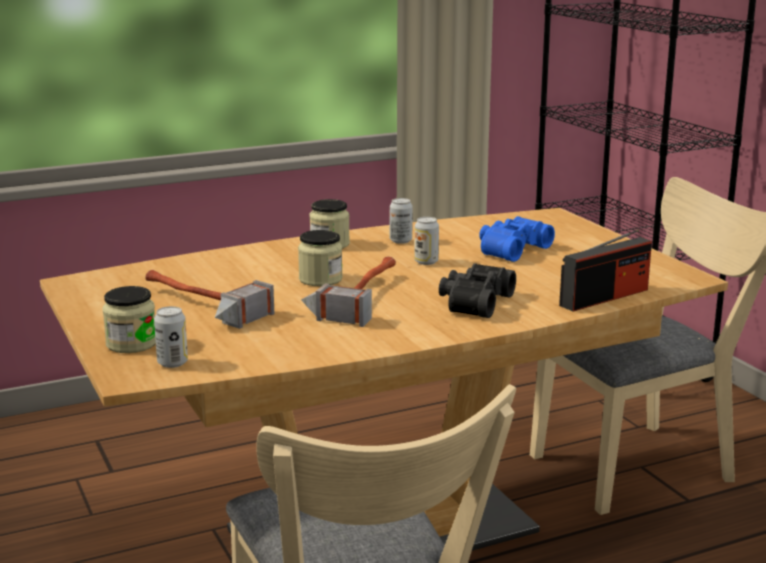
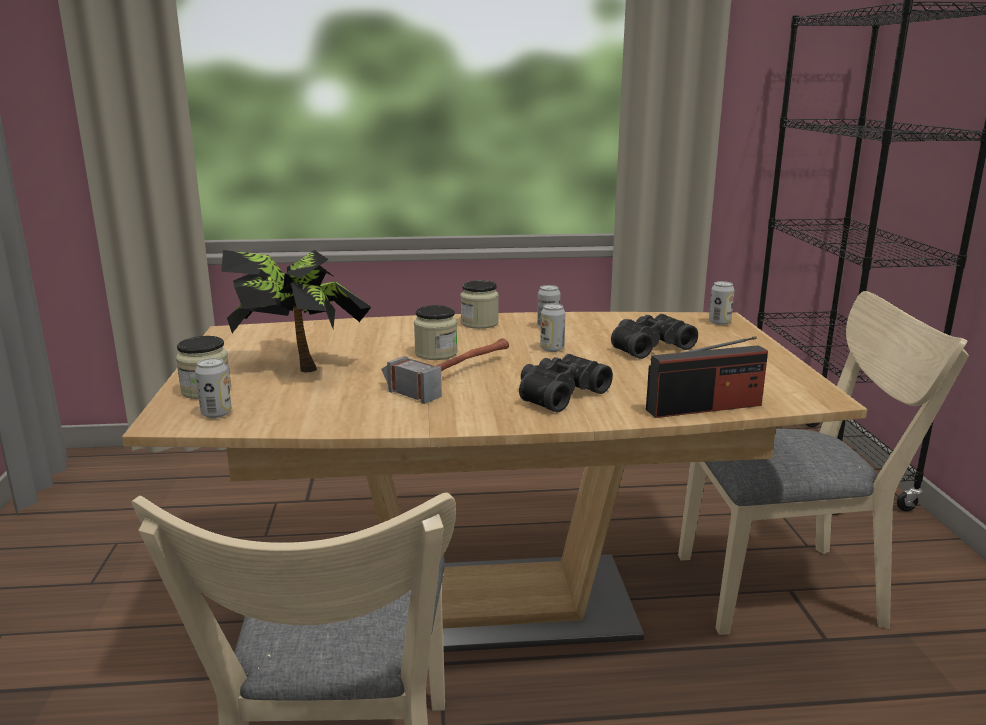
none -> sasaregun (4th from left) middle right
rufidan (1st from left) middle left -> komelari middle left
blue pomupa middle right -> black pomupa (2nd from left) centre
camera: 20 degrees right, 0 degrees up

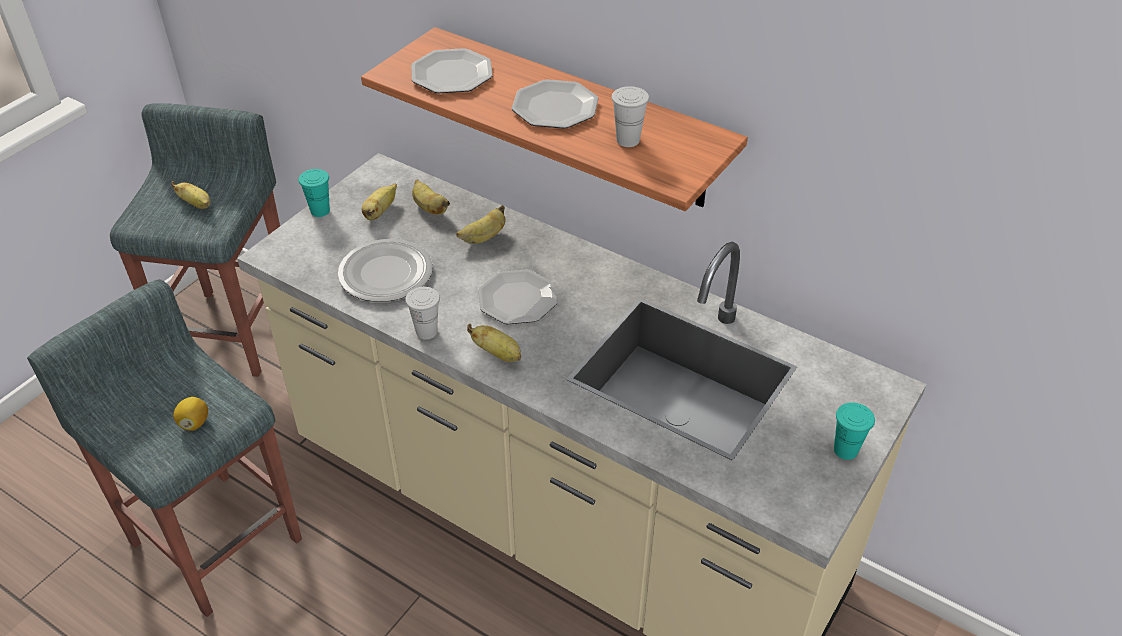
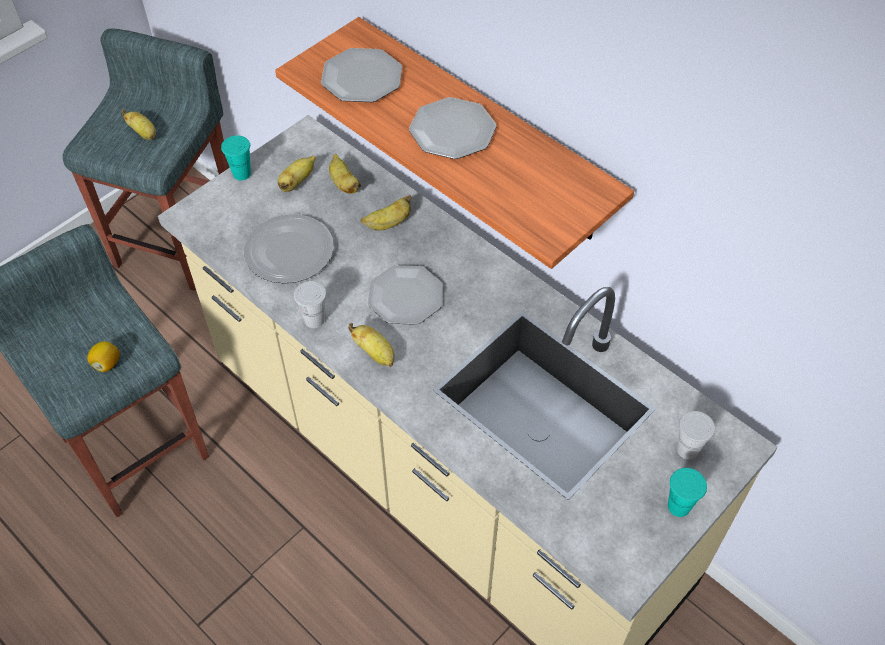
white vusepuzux (2nd from left) top centre -> white vusepuzux (2nd from left) bottom right, move
camera: 10 degrees right, 10 degrees up

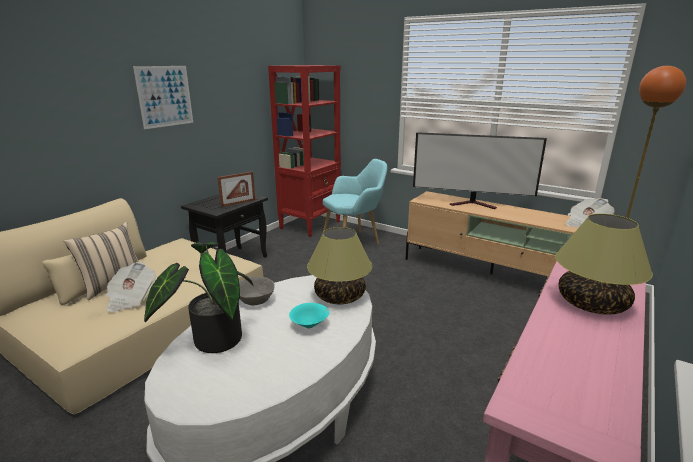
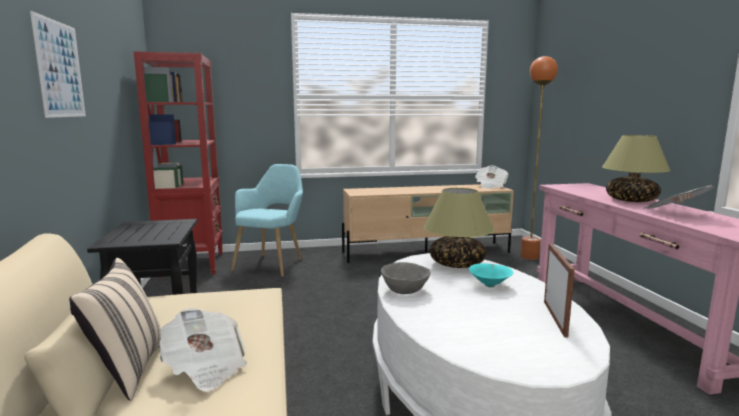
komelari middle left -> none
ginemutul middle right -> none
none -> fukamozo (3rd from left) middle right
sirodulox centre -> sirodulox bottom right, move
camera: 45 degrees left, 10 degrees down

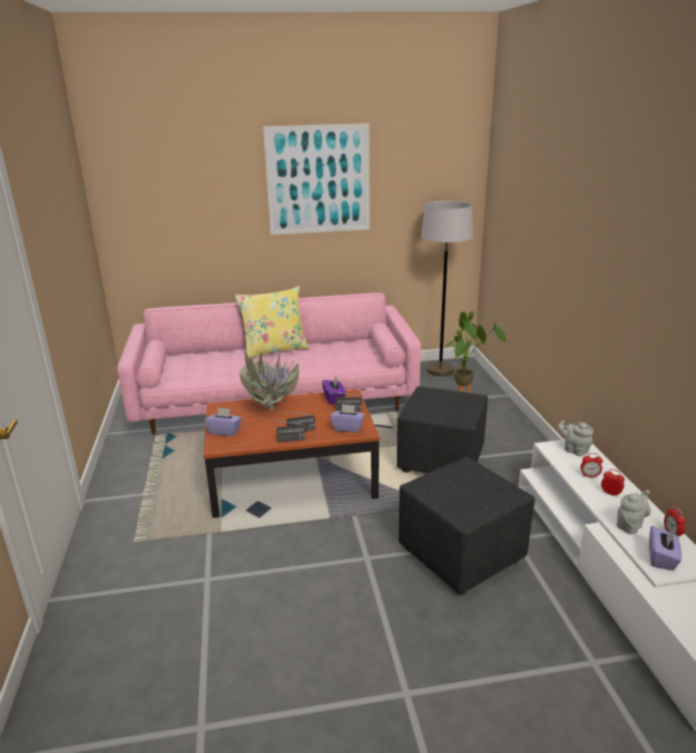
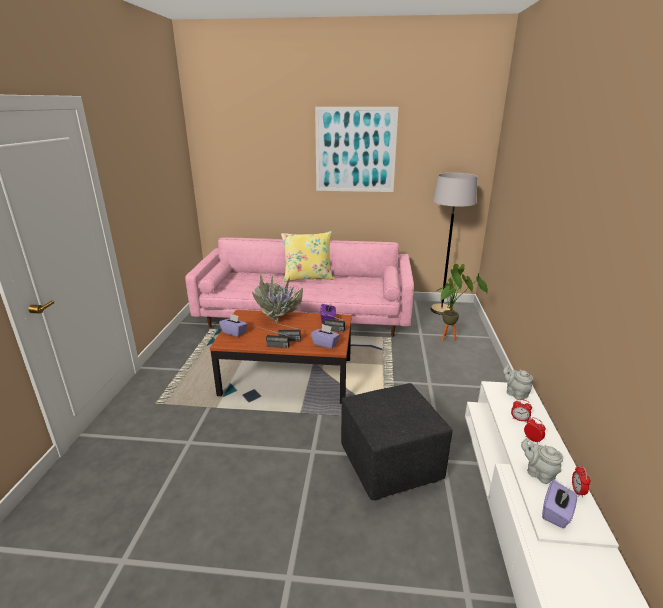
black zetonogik (1st from left) centre -> none
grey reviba (2nd from left) bottom right, 105 degrees counterclockwise
camera: 15 degrees right, 0 degrees up

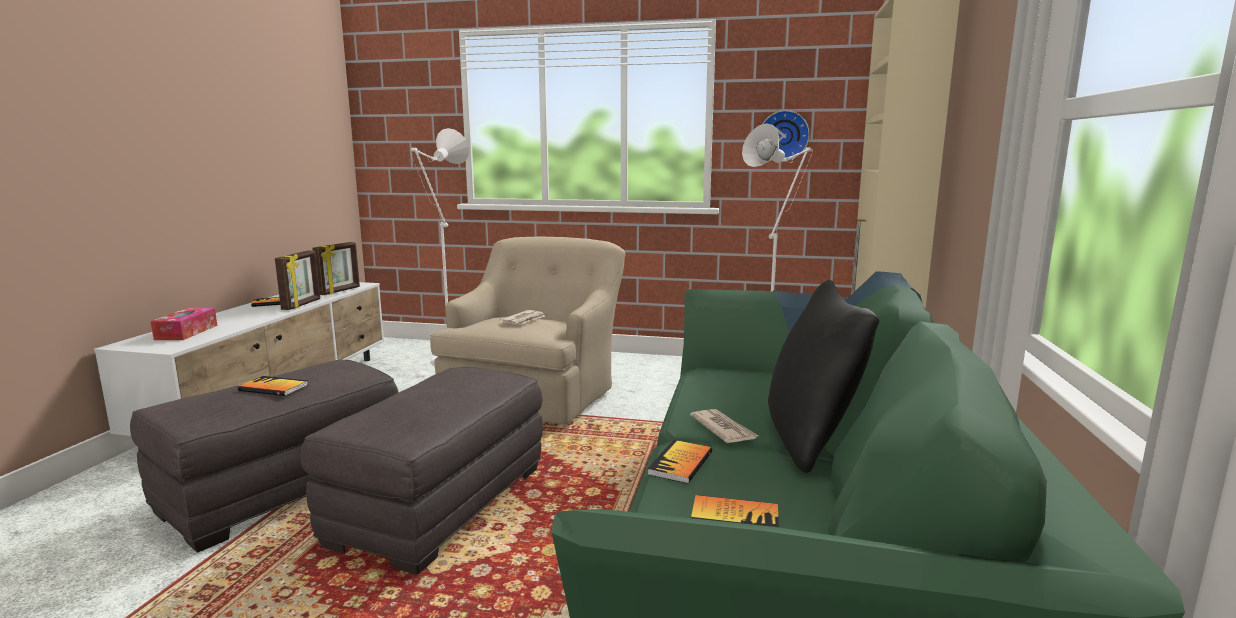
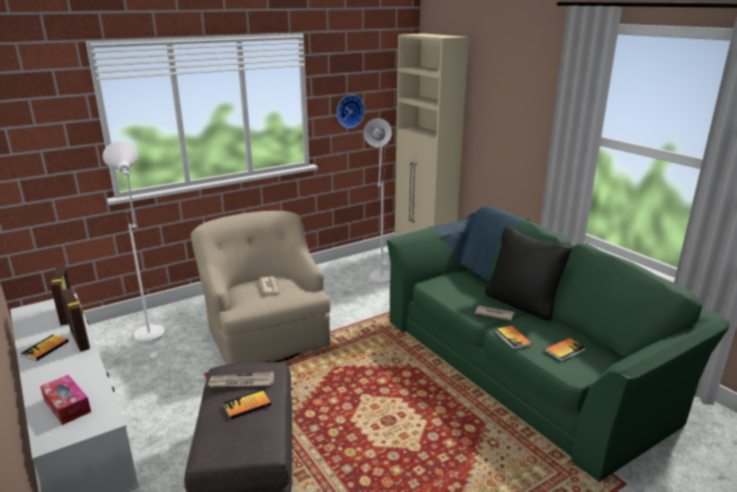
grey zetonogik (2nd from left) bottom centre -> none
none -> fukamozo (1st from left) bottom left
camera: 45 degrees left, 10 degrees up

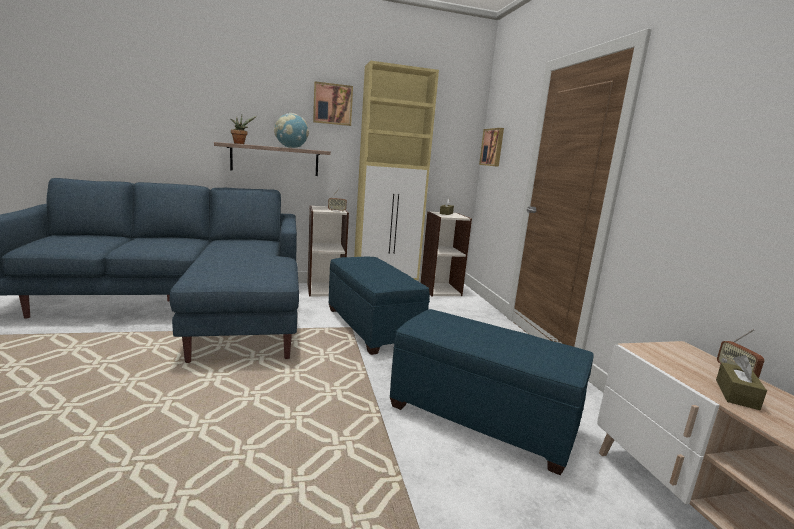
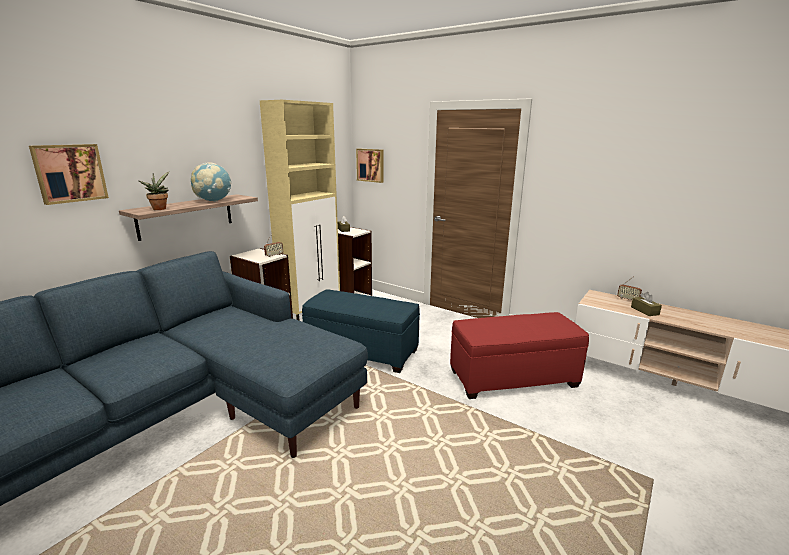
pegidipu (1st from left) top centre -> pegidipu (1st from left) top left, move
blue zetonogik (2nd from left) bottom centre -> red zetonogik centre
camera: 40 degrees left, 5 degrees up

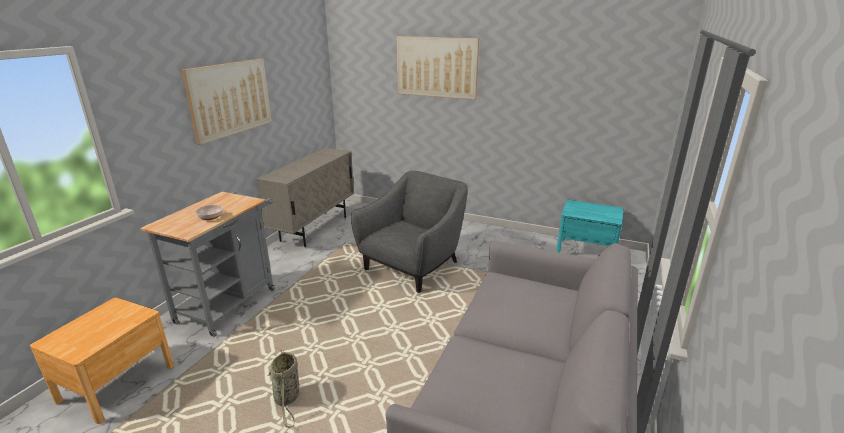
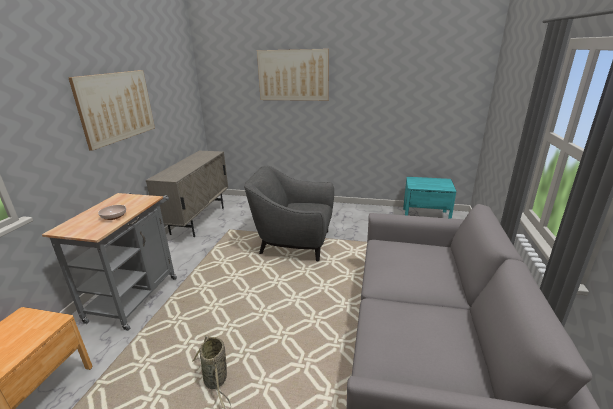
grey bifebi centre, 105 degrees counterclockwise
camera: 10 degrees left, 0 degrees up

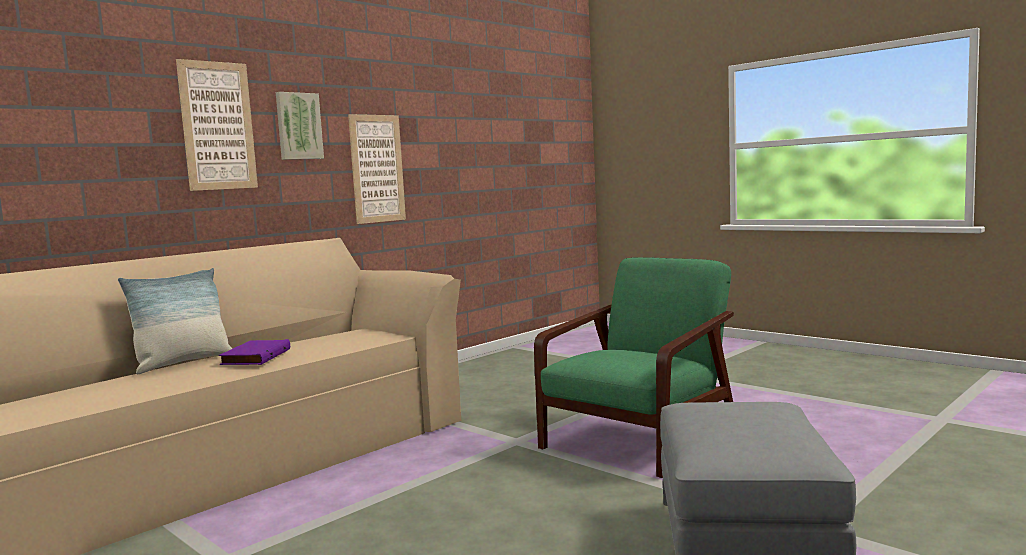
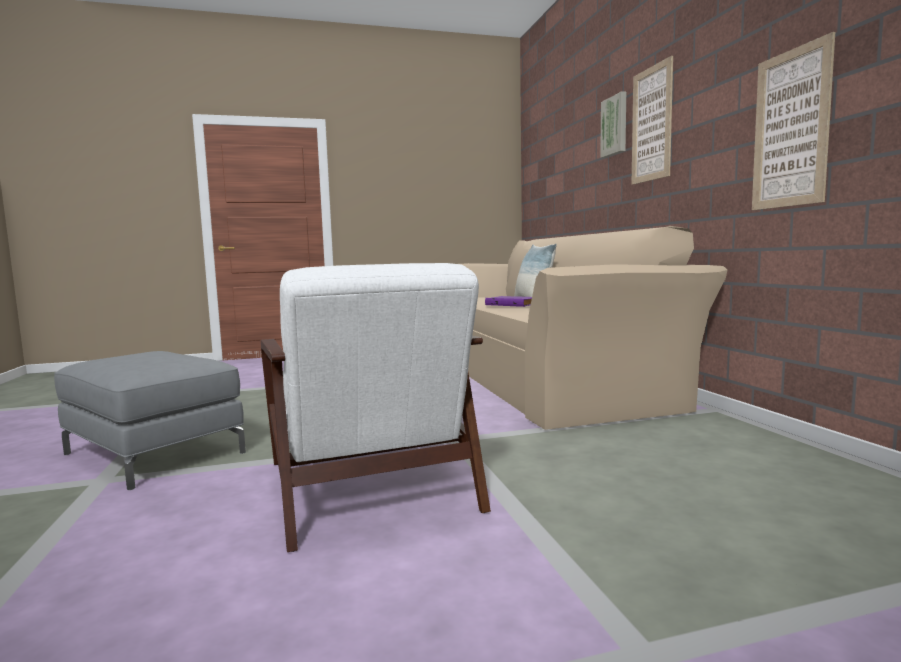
pegidipu (2nd from left in the first image) top left -> pegidipu (1st from left) top right, move
green bifebi centre -> white bifebi centre
camera: 120 degrees right, 0 degrees up

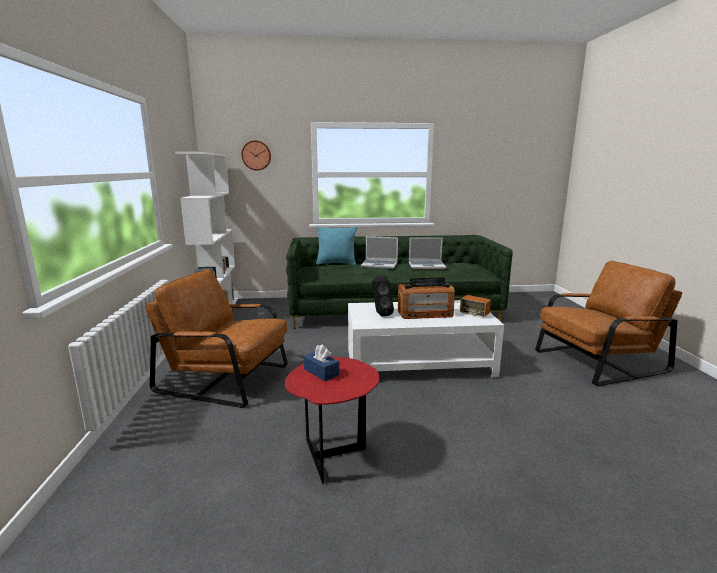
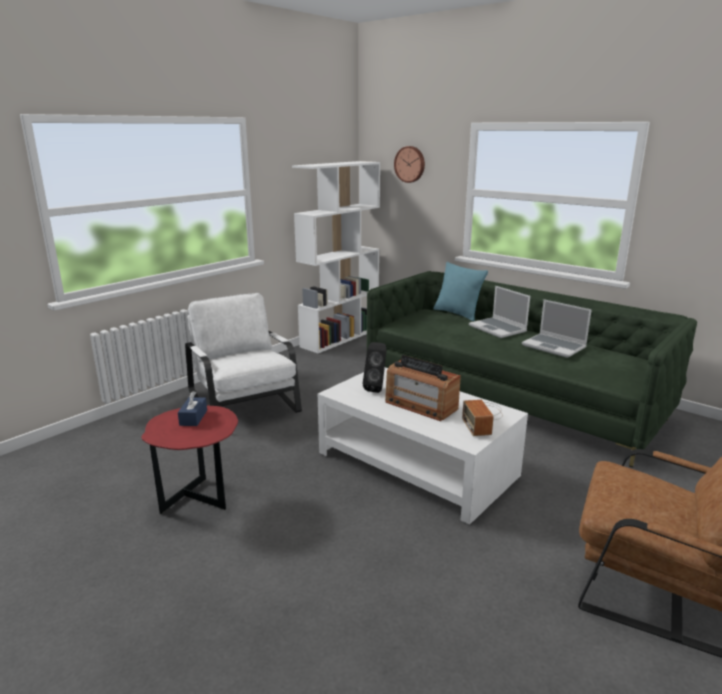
brown bifebi (1st from left) middle left -> white bifebi centre
camera: 45 degrees right, 5 degrees up

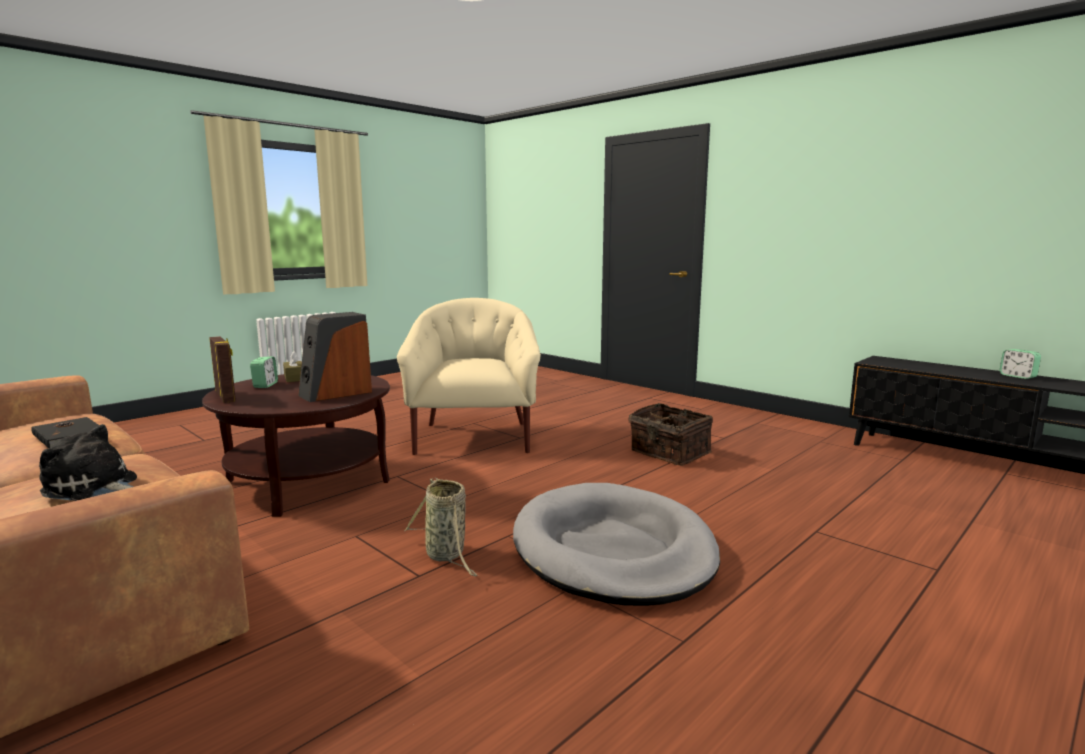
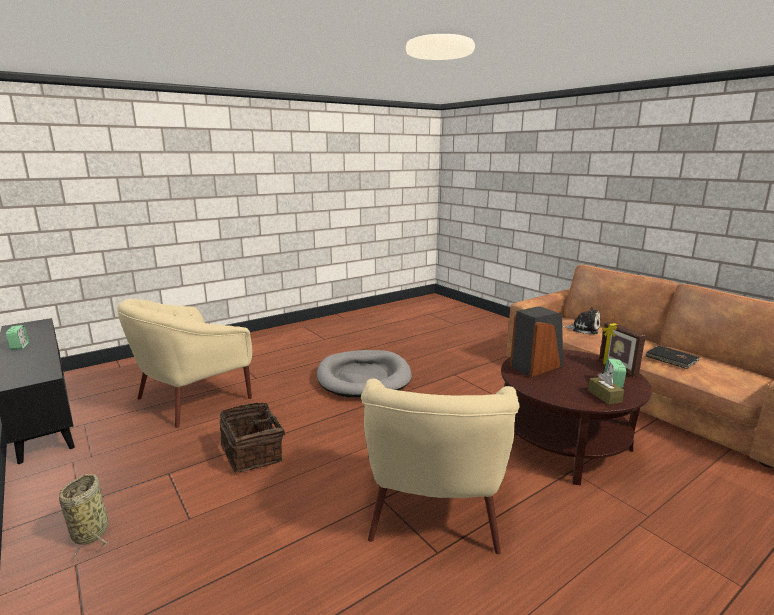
none -> beige bifebi (1st from left) middle left
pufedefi (1st from left) bottom centre -> pufedefi (1st from left) bottom left, move
camera: 170 degrees left, 5 degrees up

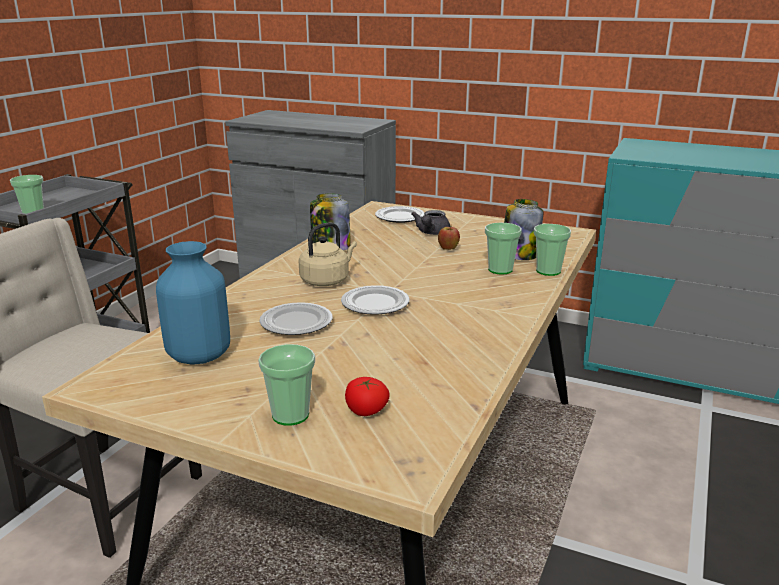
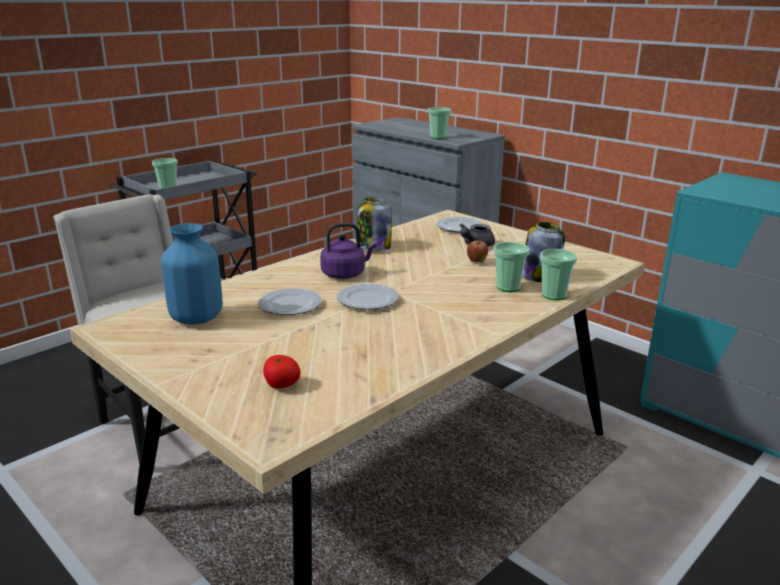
vusepuzux (2nd from left) centre -> vusepuzux (2nd from left) top centre, move
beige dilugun centre -> purple dilugun centre
camera: 20 degrees right, 0 degrees up

